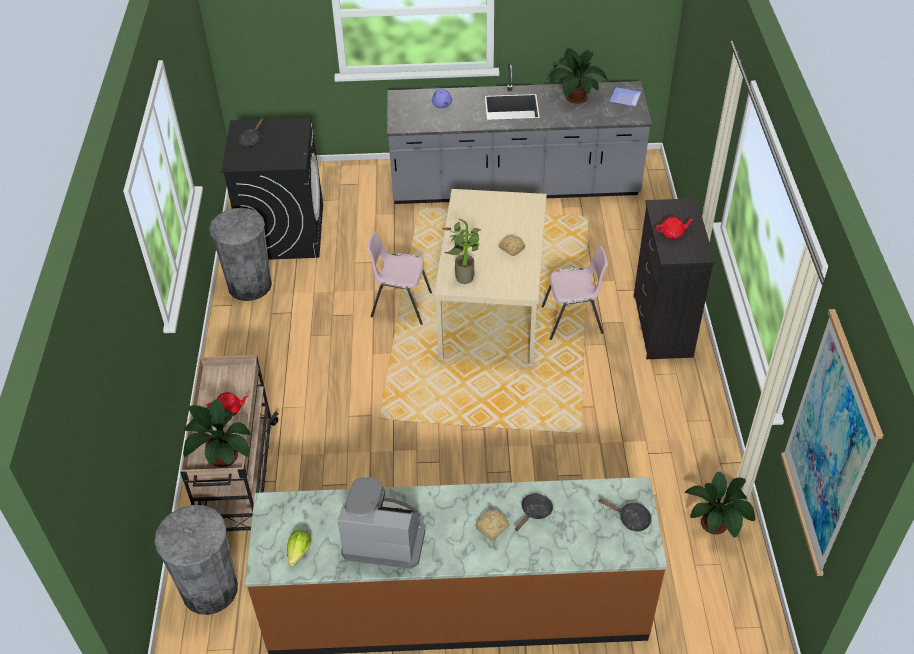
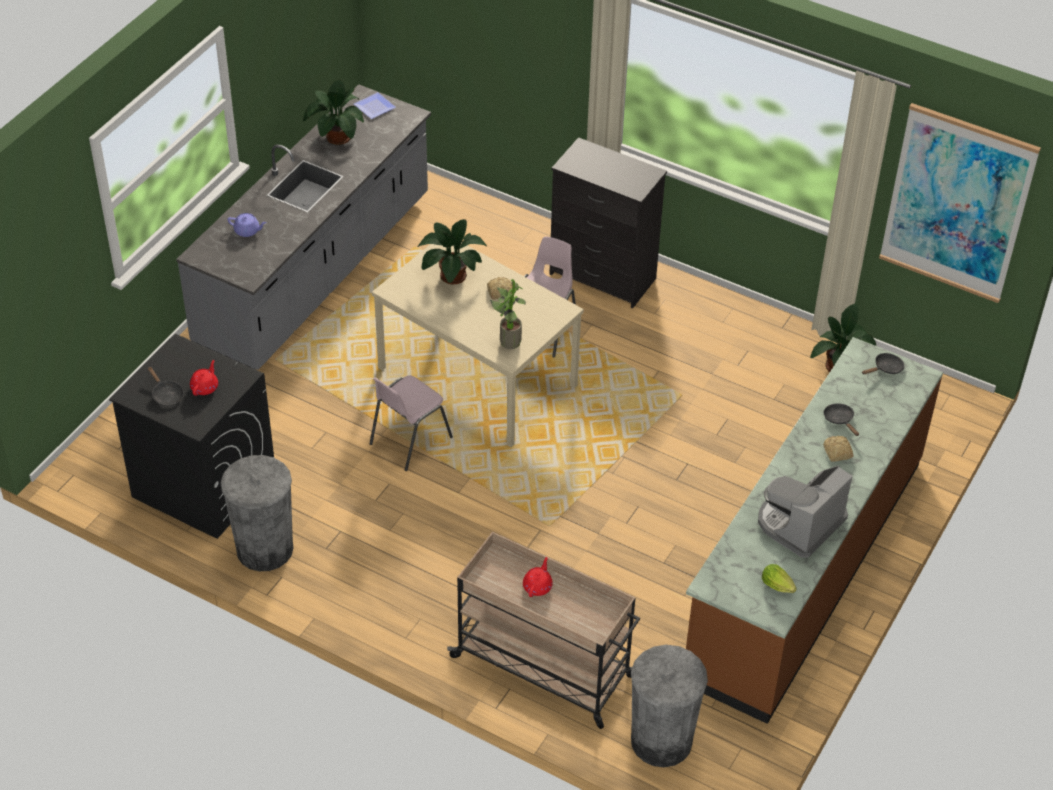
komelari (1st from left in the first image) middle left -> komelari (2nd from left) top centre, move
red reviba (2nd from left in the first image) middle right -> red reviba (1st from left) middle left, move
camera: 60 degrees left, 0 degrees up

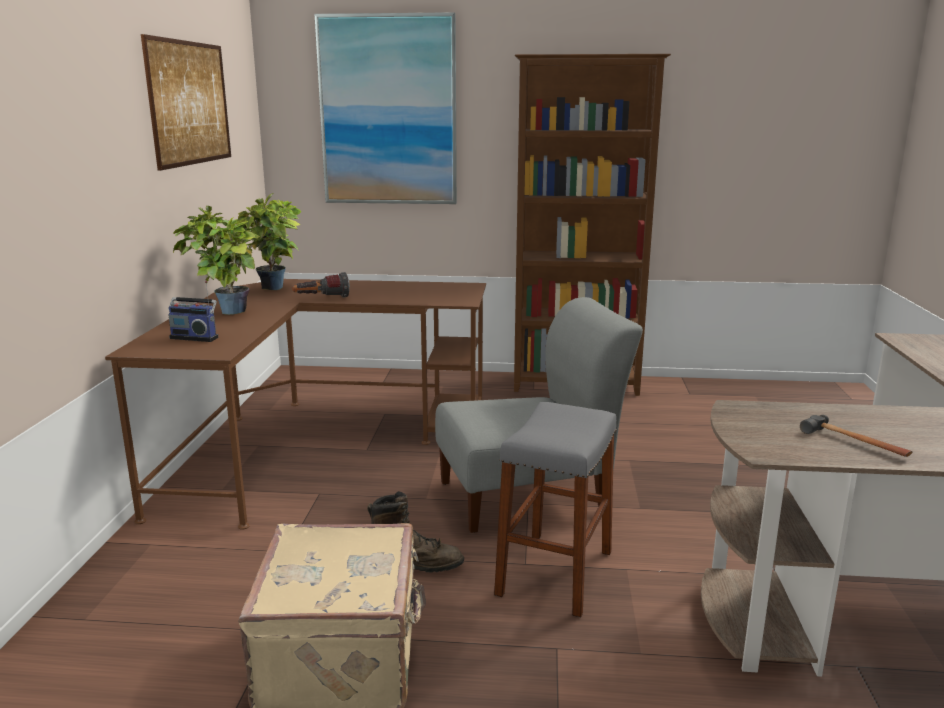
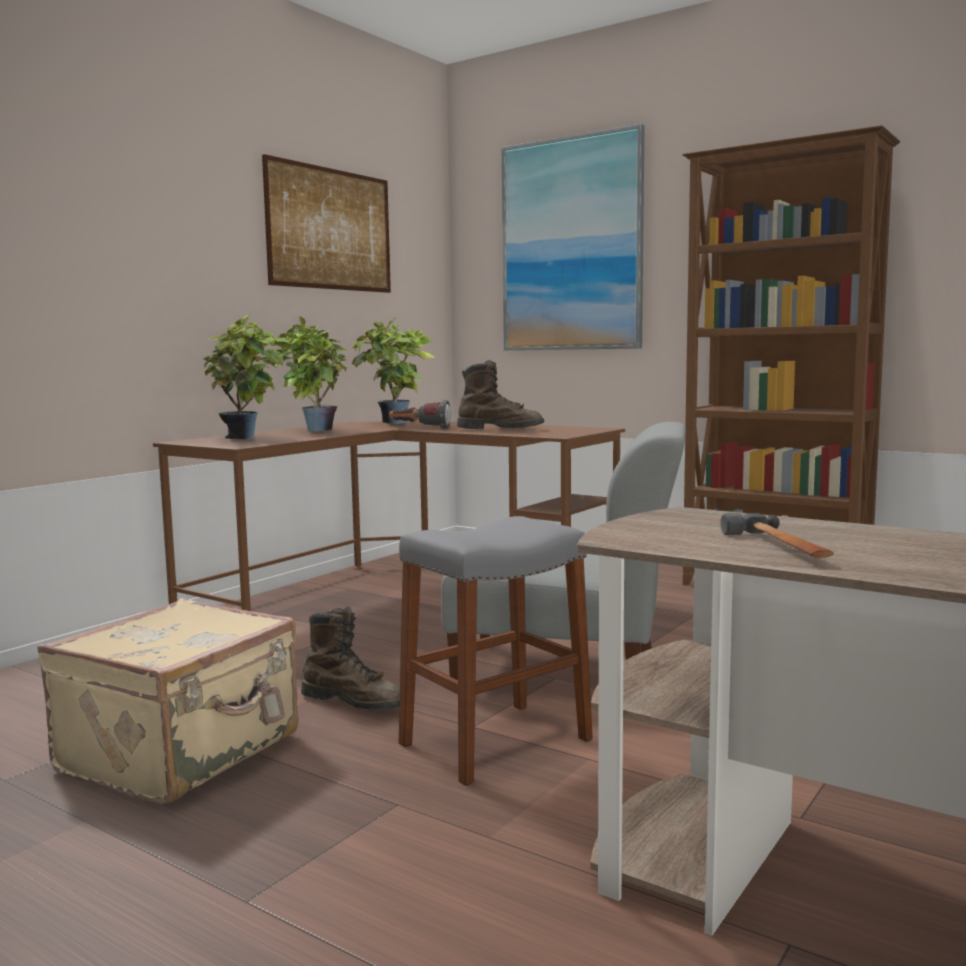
none -> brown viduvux (2nd from left) centre
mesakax middle left -> komelari (1st from left) middle left
camera: 30 degrees right, 10 degrees down

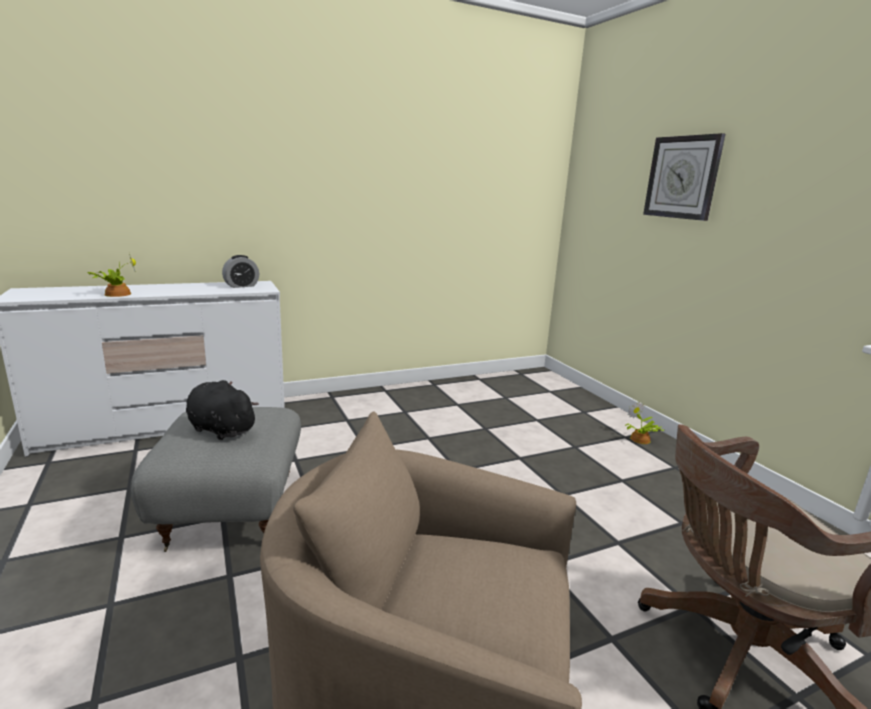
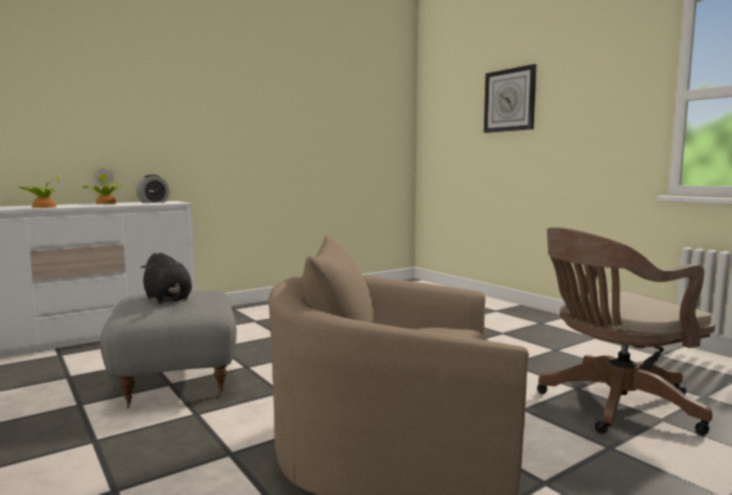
komelari (2nd from left) middle right -> komelari (2nd from left) middle left, move
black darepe middle left, 150 degrees counterclockwise
camera: 10 degrees left, 10 degrees down

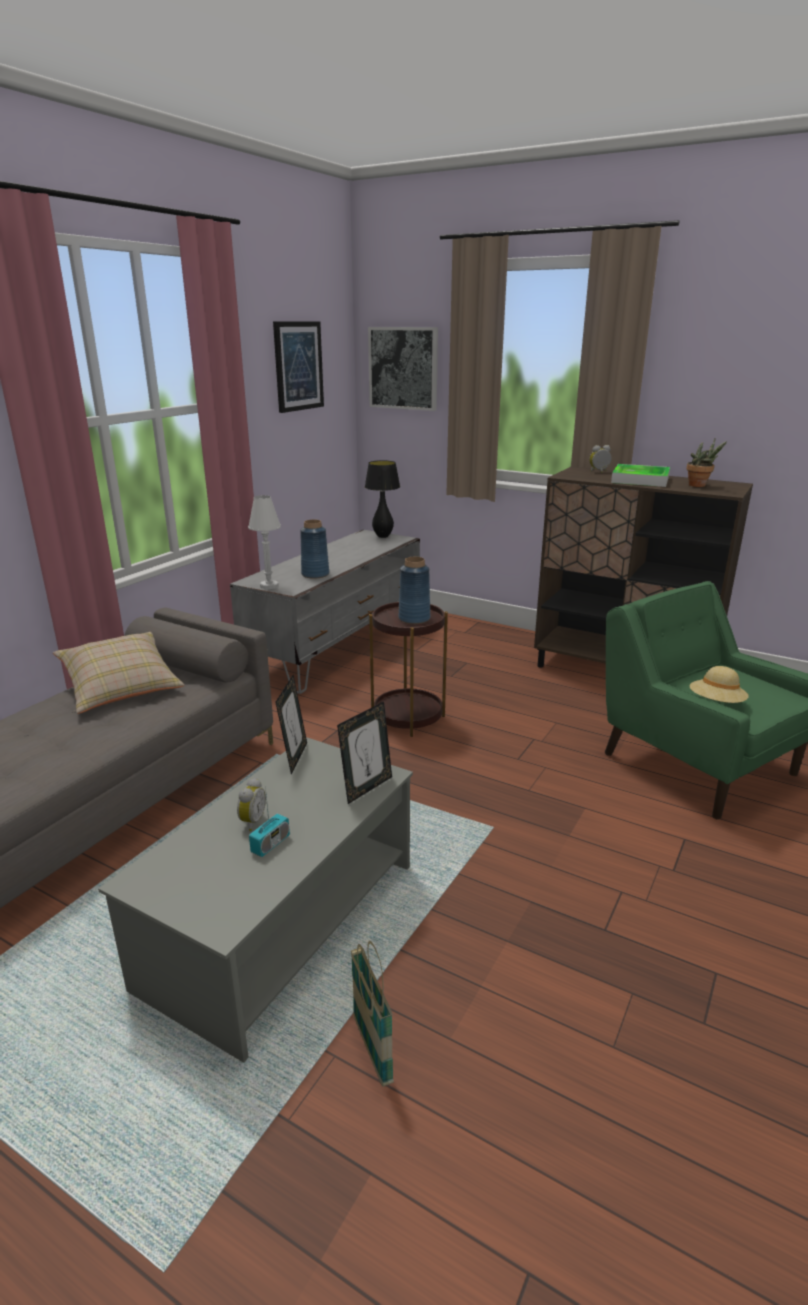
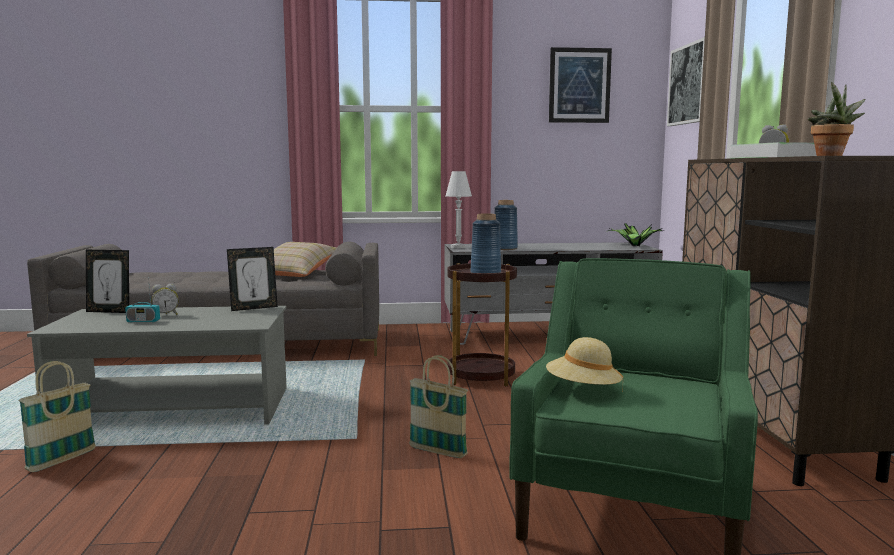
none -> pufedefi (2nd from left) bottom centre
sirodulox (2nd from left in the first image) centre -> sirodulox (1st from left) middle left, move
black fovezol centre -> komelari (1st from left) middle right
camera: 55 degrees right, 15 degrees down

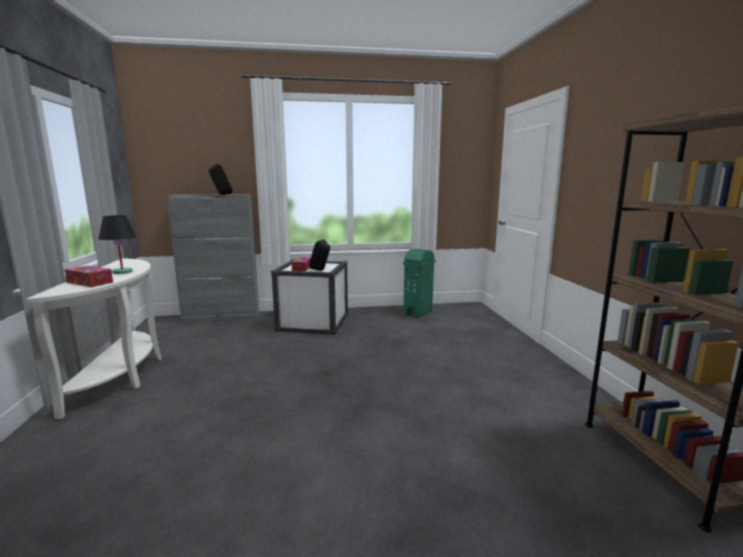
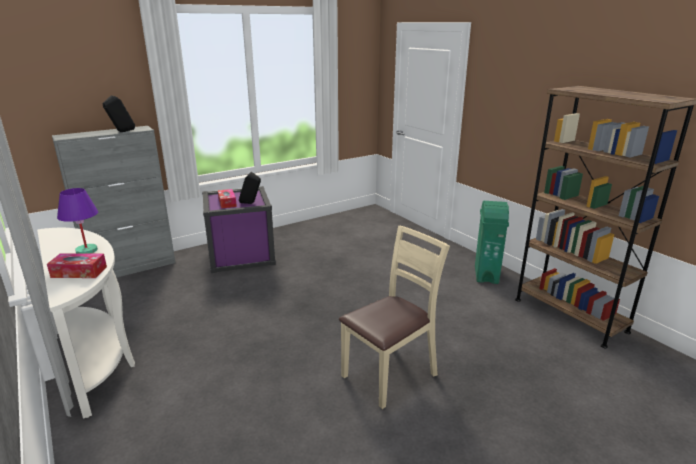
none -> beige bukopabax bottom centre
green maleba centre -> green maleba middle right, move
black fovezol middle left -> purple fovezol middle left
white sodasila centre -> purple sodasila centre
camera: 25 degrees left, 10 degrees up

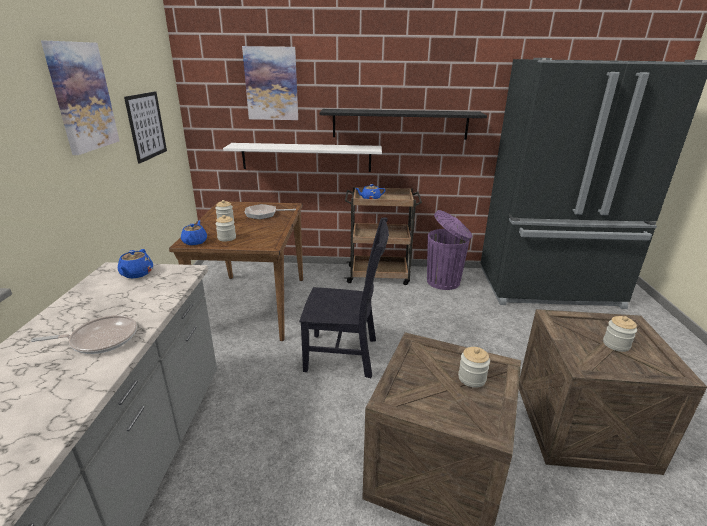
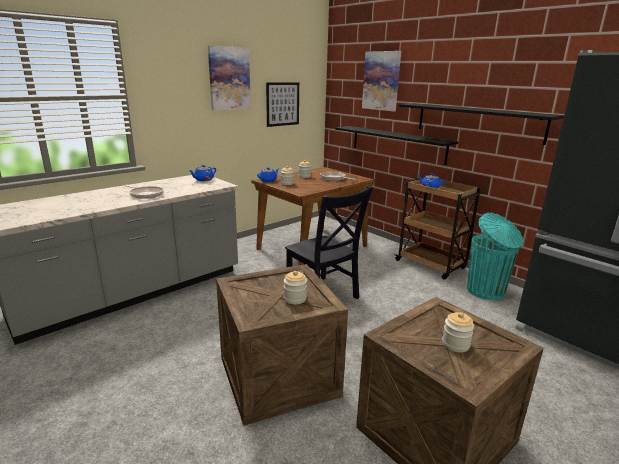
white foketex top centre -> black foketex (1st from left) top centre
purple maleba centre -> turquoise maleba middle right
camera: 45 degrees right, 5 degrees down

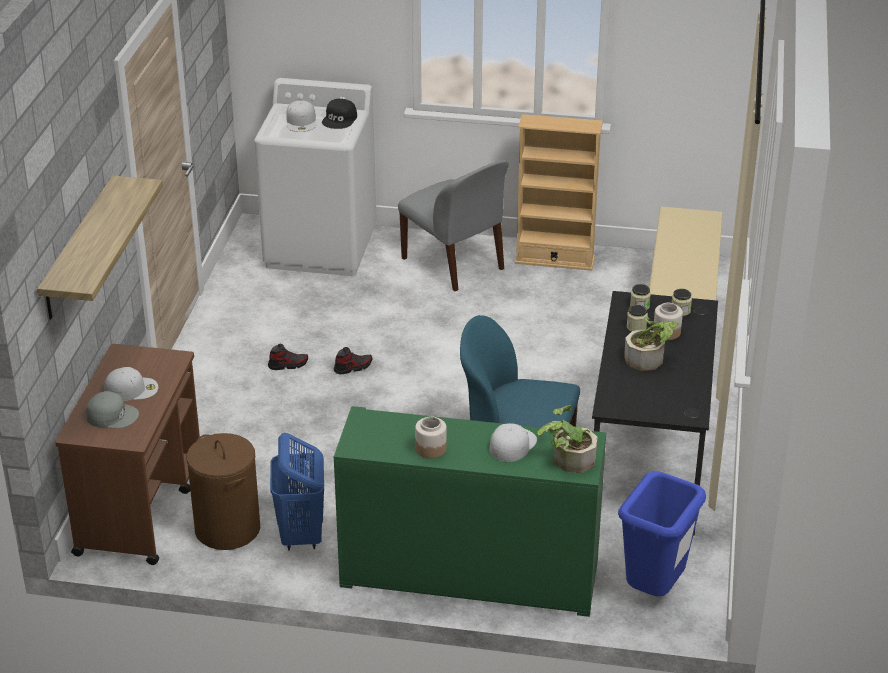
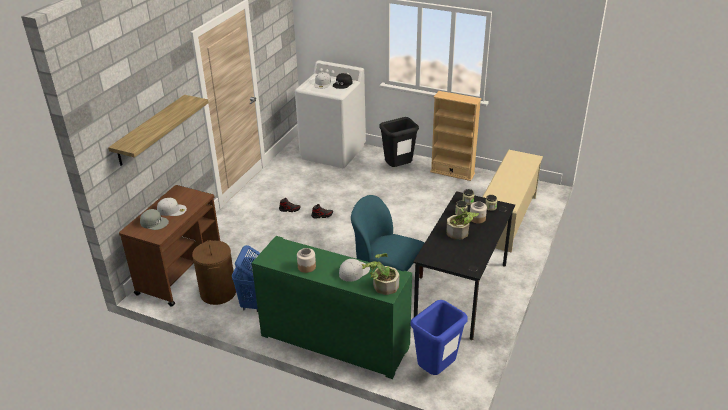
grey bukopabax centre -> black maleba centre
camera: 15 degrees right, 0 degrees up

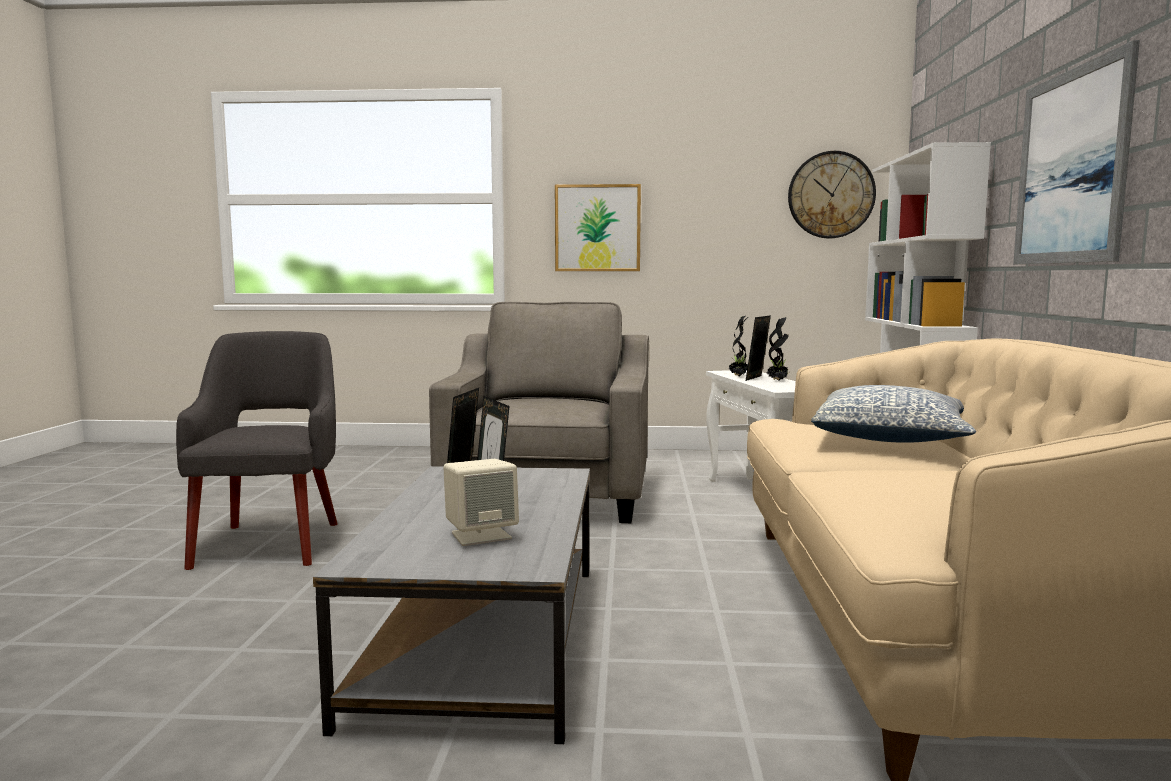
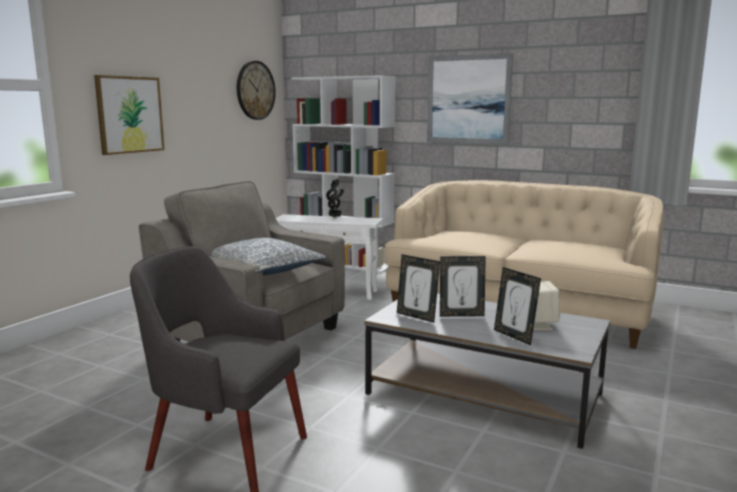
komelari (1st from left) centre -> none
sirodulox (3rd from left) centre -> sirodulox (3rd from left) middle right, move
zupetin middle right -> zupetin centre, move
camera: 65 degrees left, 5 degrees up

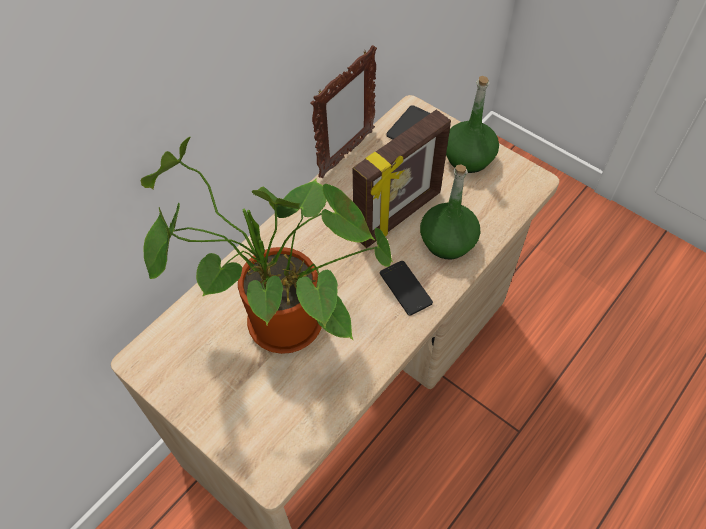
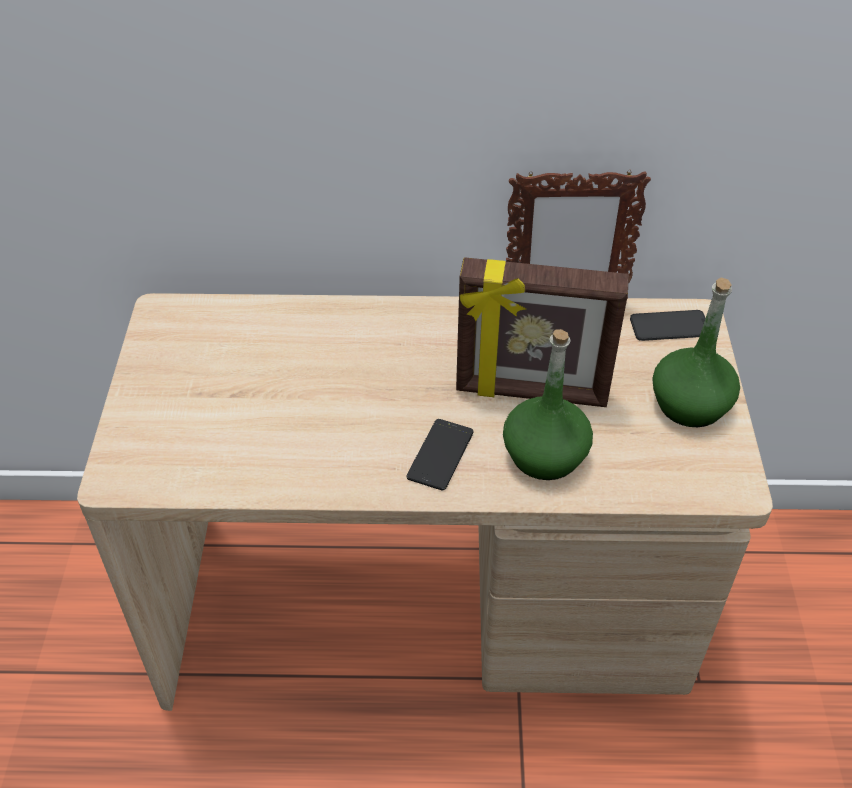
komelari centre -> none
camera: 50 degrees right, 10 degrees down

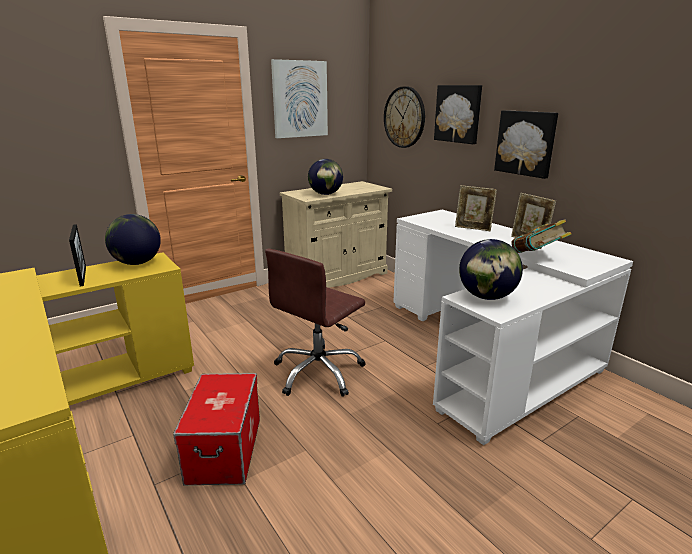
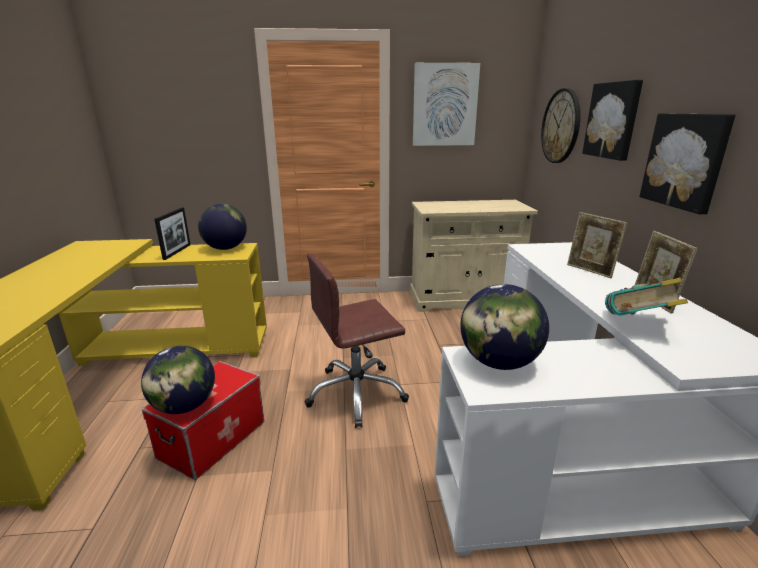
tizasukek (2nd from left in the first image) top centre -> tizasukek (1st from left) bottom left, move
camera: 30 degrees right, 0 degrees up

